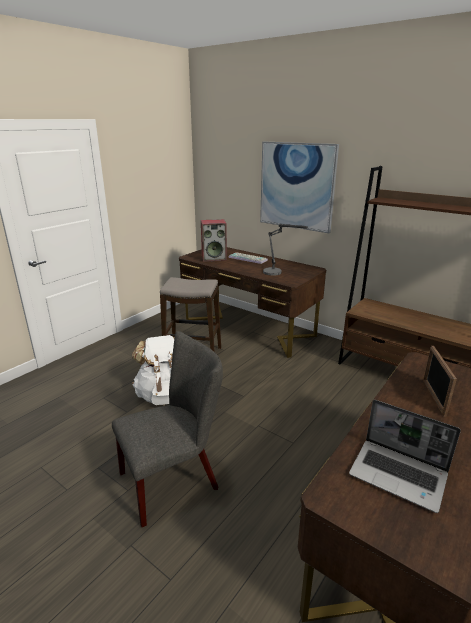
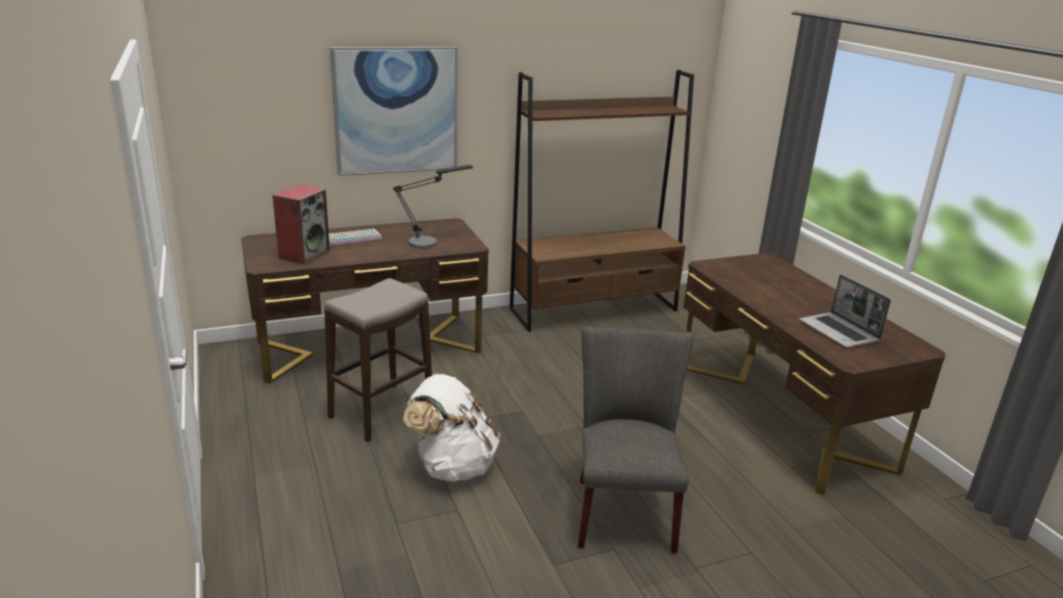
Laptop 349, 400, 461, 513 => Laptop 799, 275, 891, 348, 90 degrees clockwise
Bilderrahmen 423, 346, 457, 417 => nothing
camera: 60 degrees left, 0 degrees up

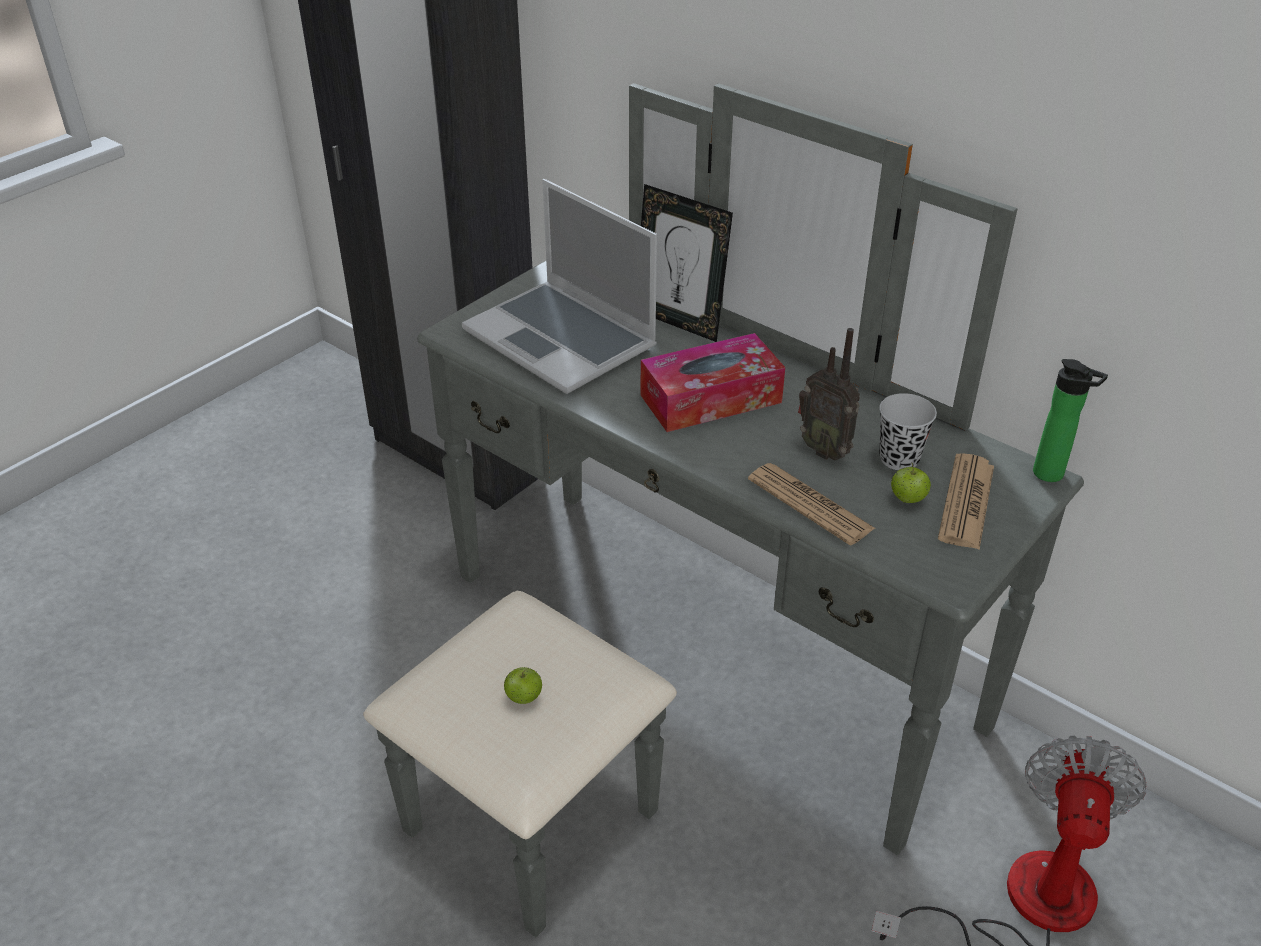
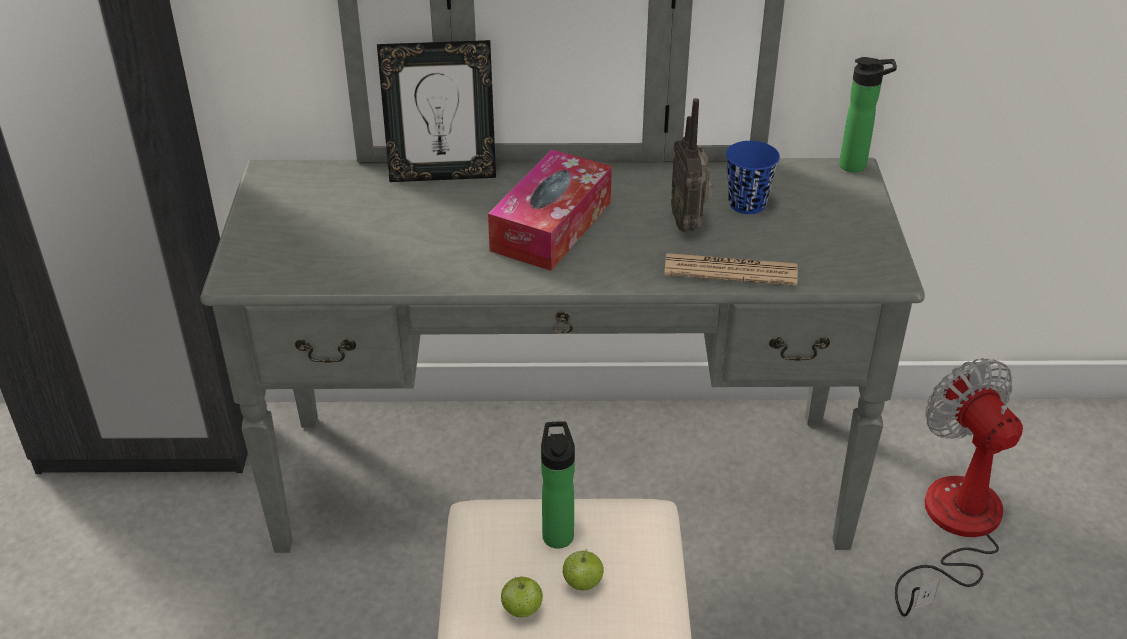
Apfel 891, 462, 931, 503 => Apfel 501, 577, 543, 617, move
nothing => Flasche 541, 421, 575, 549
Radio 798, 328, 860, 460 => Radio 671, 98, 714, 232, 75 degrees clockwise
Tasse/schwarz 879, 393, 937, 470 => Tasse/blau 726, 141, 780, 214
Laptop 462, 179, 657, 394 => nothing
Zeitung 938, 453, 994, 550 => nothing
camera: 40 degrees left, 0 degrees up

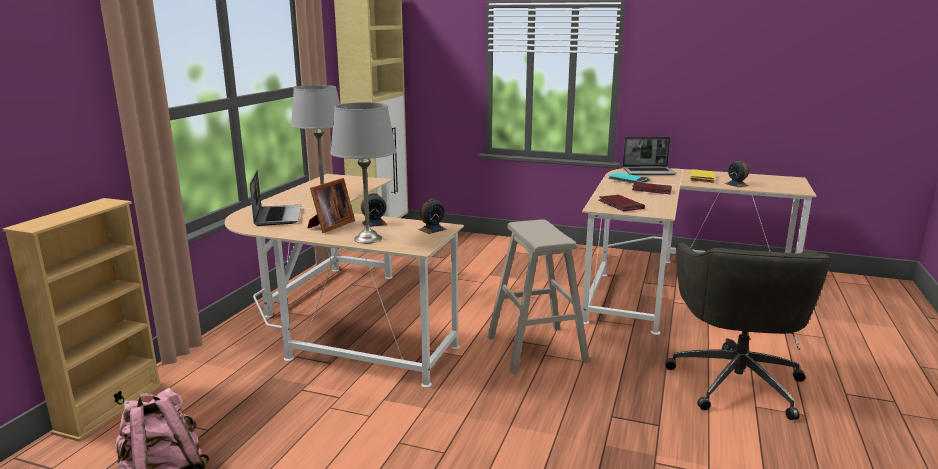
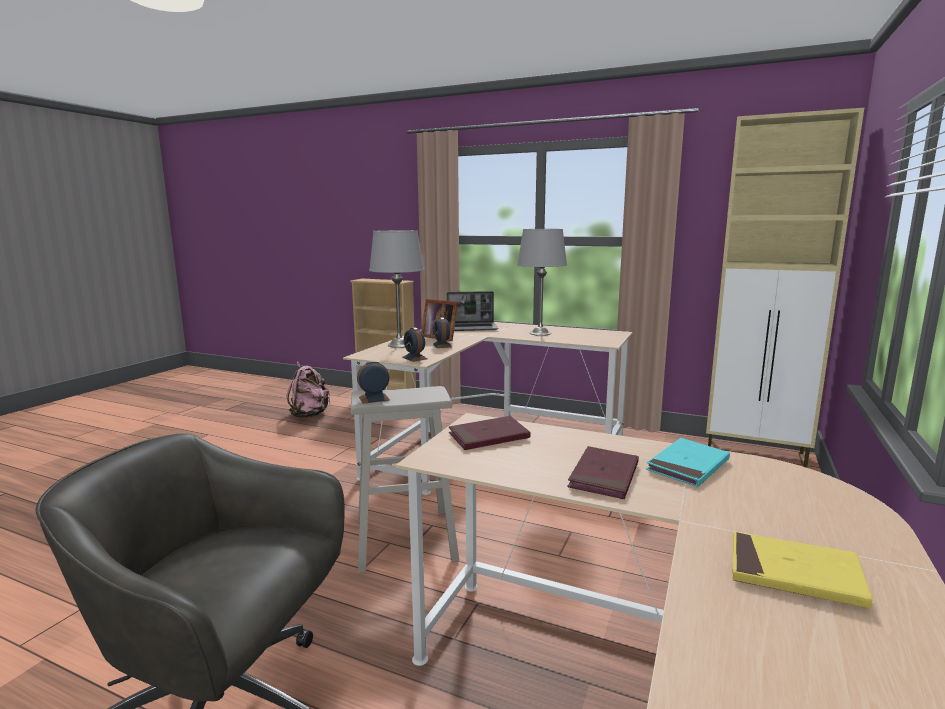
Wecker 725, 160, 749, 188 => Wecker 357, 360, 390, 404, move
Laptop 622, 137, 676, 175 => nothing
camera: 95 degrees right, 5 degrees down

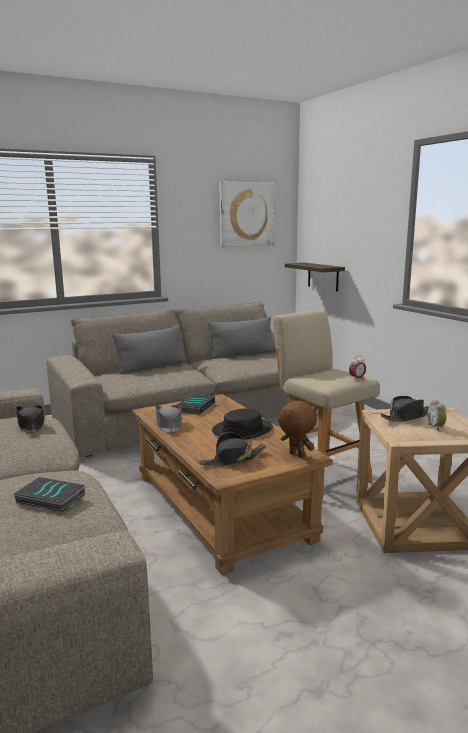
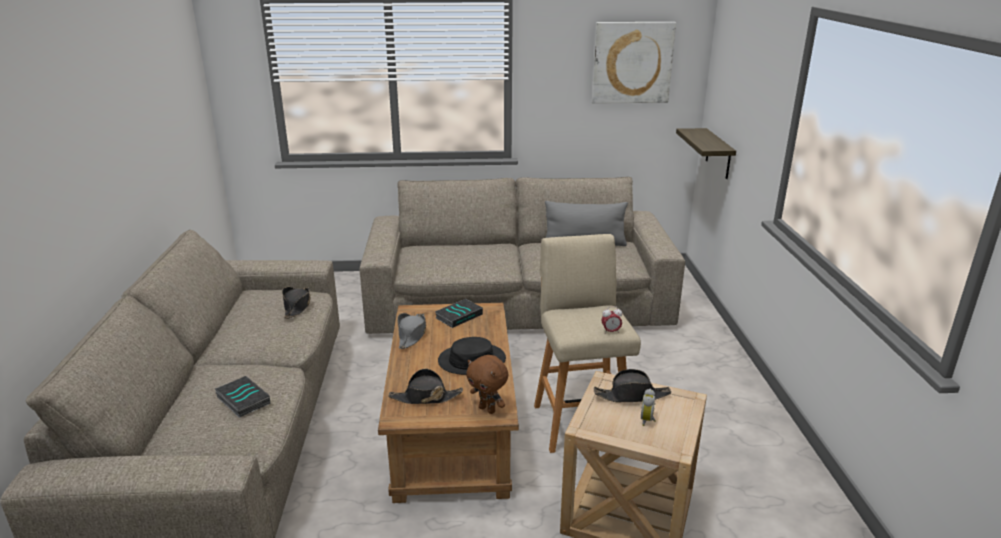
Plüschtier/braun 278, 400, 317, 458 => Plüschtier/braun 466, 355, 508, 414, 150 degrees clockwise
Kissen/grau 112, 325, 187, 374 => nothing
camera: 25 degrees right, 10 degrees up

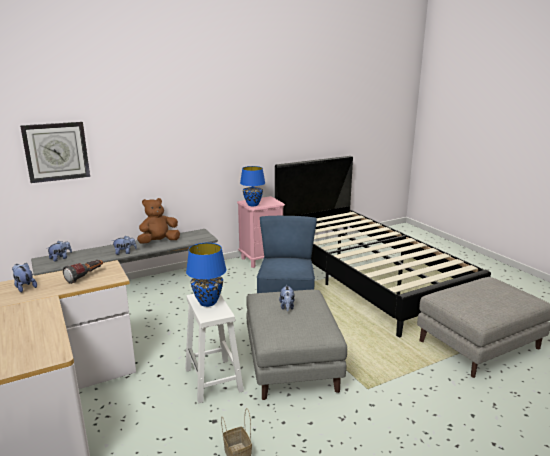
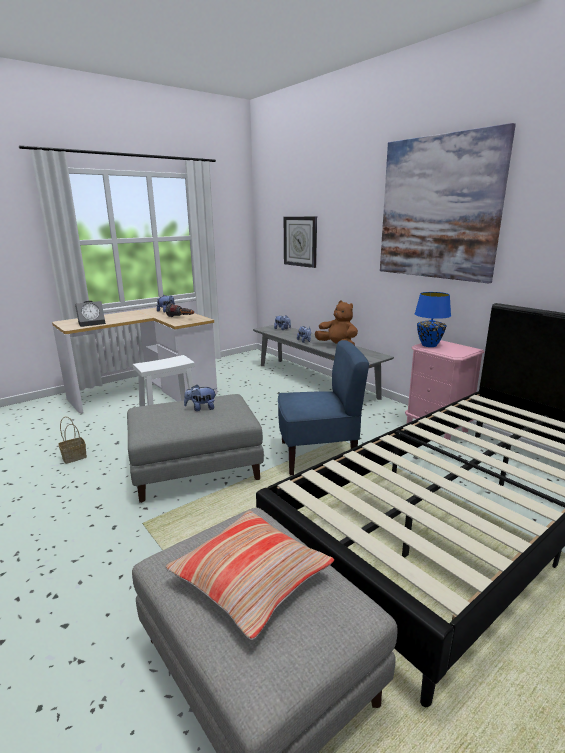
nothing => Wecker 75, 301, 106, 327
nothing => Kissen 165, 510, 334, 640
nothing => Bild 380, 123, 516, 283
Tischlampe/blau 186, 243, 227, 307 => nothing
camera: 80 degrees right, 0 degrees up

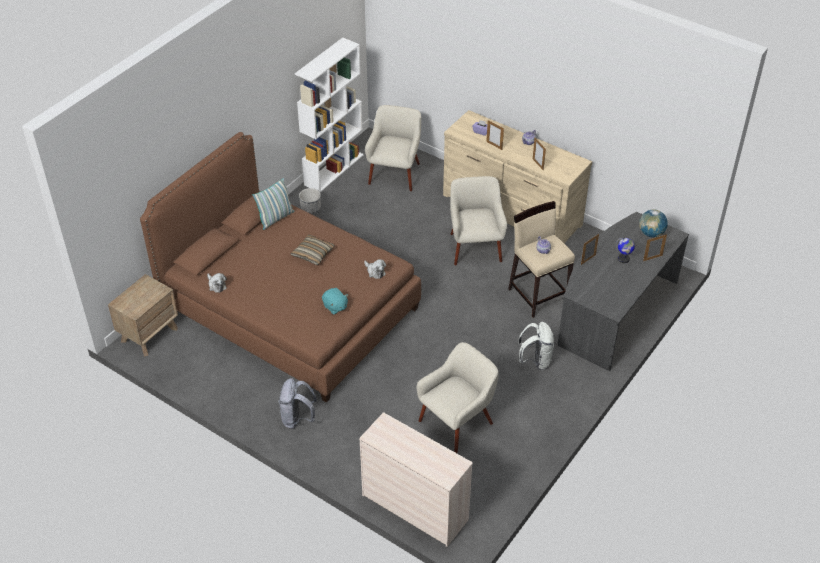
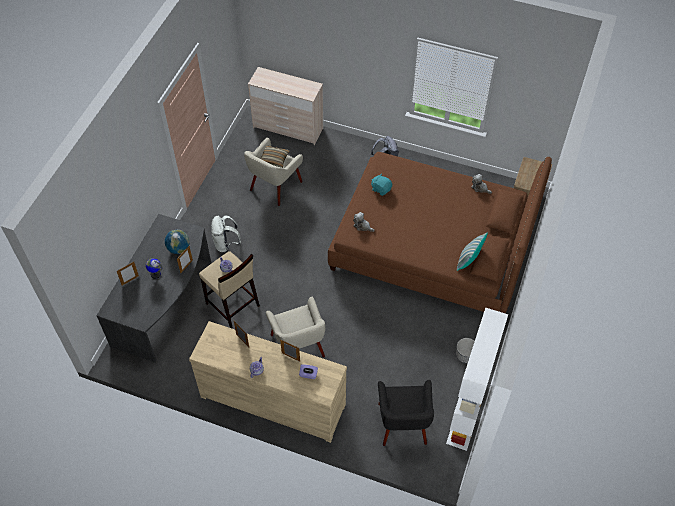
Globus 639, 209, 668, 238 => Globus 165, 230, 189, 254, move
Kissen 290, 235, 335, 265 => Kissen 260, 146, 289, 168, move
Sessel/beige 365, 105, 421, 191 => Sessel/schwarz 378, 380, 434, 446
camera: 165 degrees right, 10 degrees up

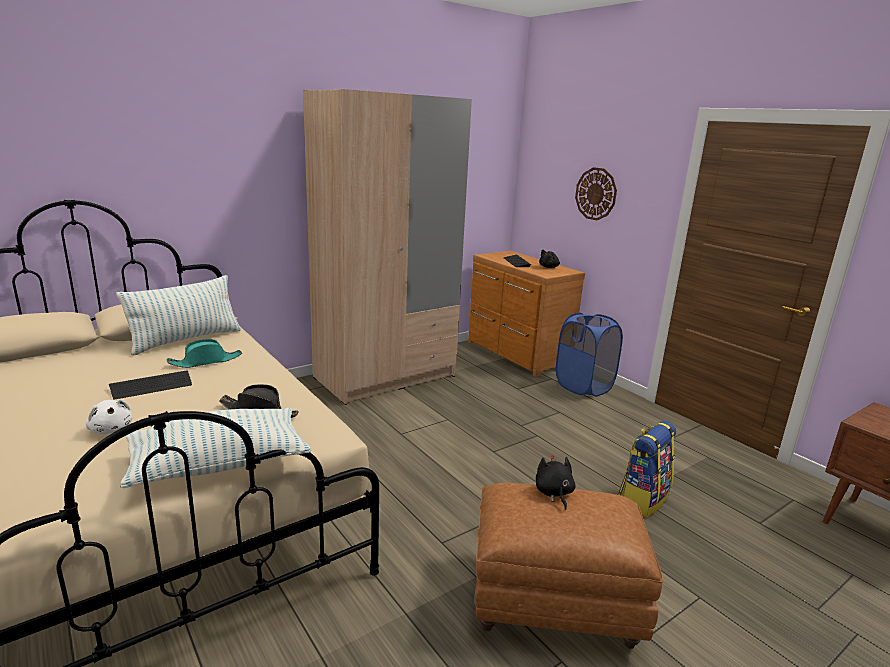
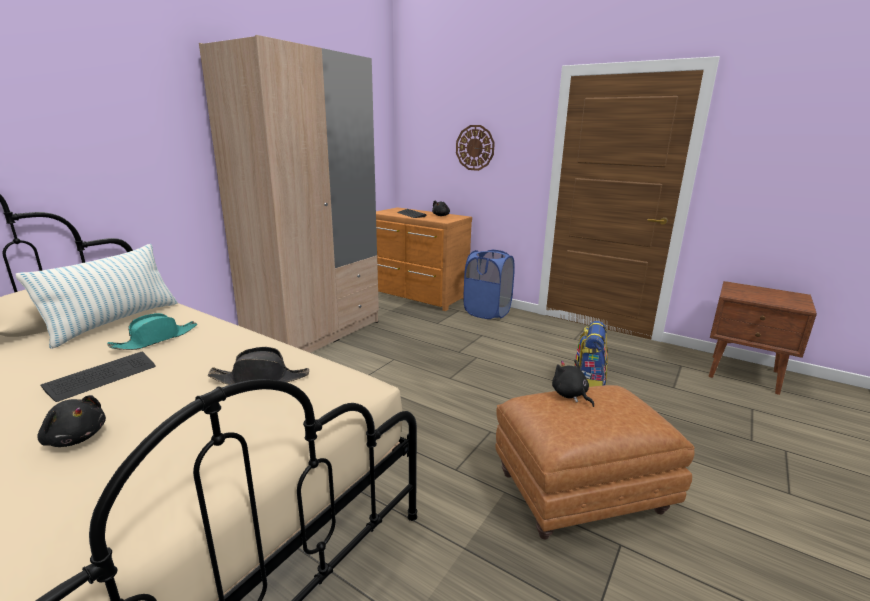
Plüschtier/weiß 86, 399, 132, 434 => Plüschtier/schwarz 37, 395, 106, 447
Kissen 120, 408, 311, 488 => nothing
camera: 20 degrees left, 0 degrees up

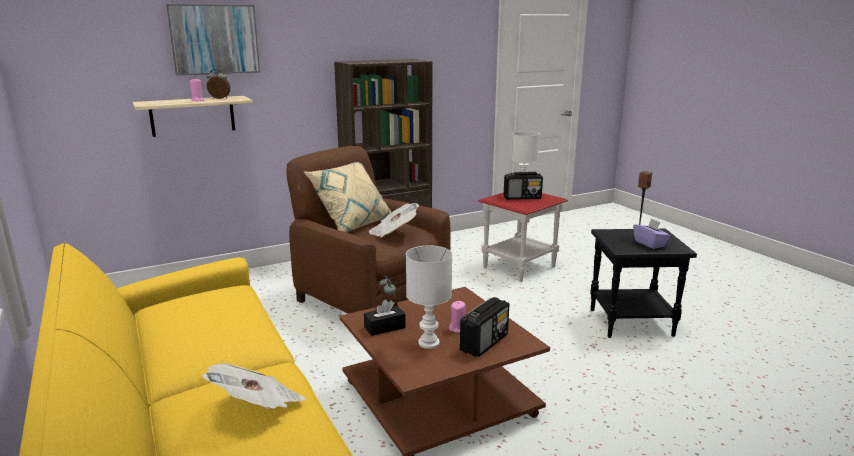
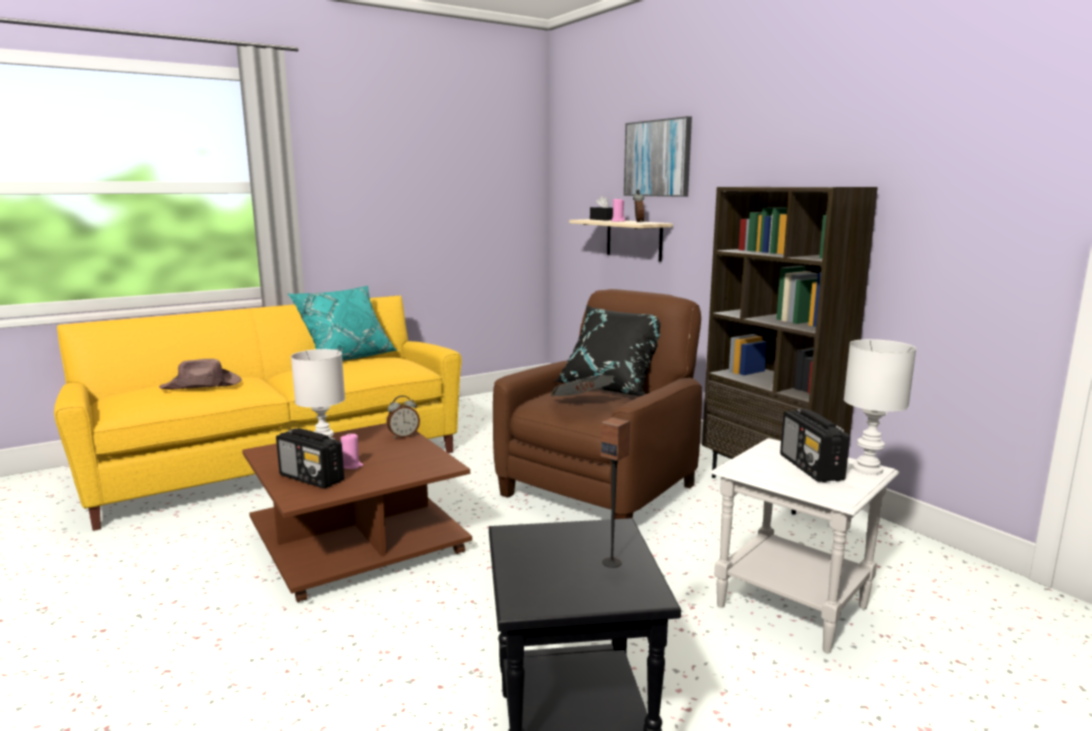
Zeitung 201, 363, 306, 409 => Hut/braun 159, 359, 242, 390
nothing => Kissen/türkis 287, 286, 397, 361
Kissen/beige 303, 162, 391, 232 => Kissen/schwarz 554, 305, 661, 396
Taschentuchbox/schwarz 364, 300, 406, 336 => Taschentuchbox/schwarz 590, 196, 613, 220, move
Beistelltisch/rot 478, 193, 568, 282 => Beistelltisch/weiß 710, 438, 899, 653
Taschentuchbox/lila 633, 218, 670, 249 => nothing
camera: 85 degrees right, 5 degrees down

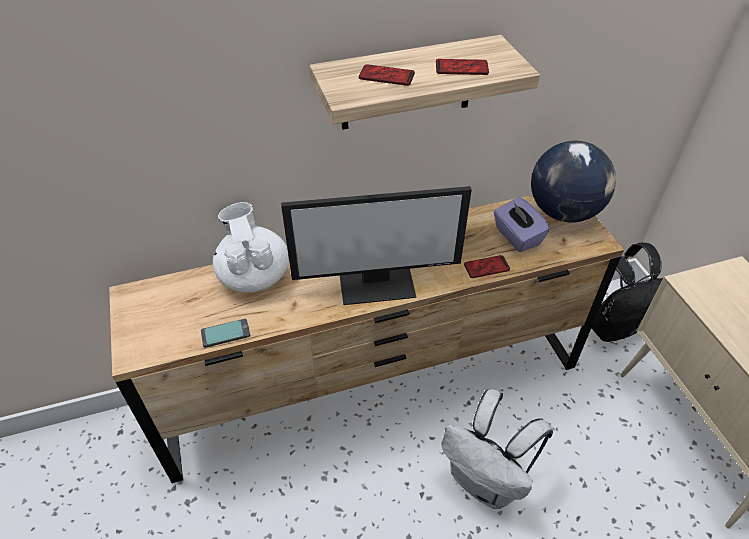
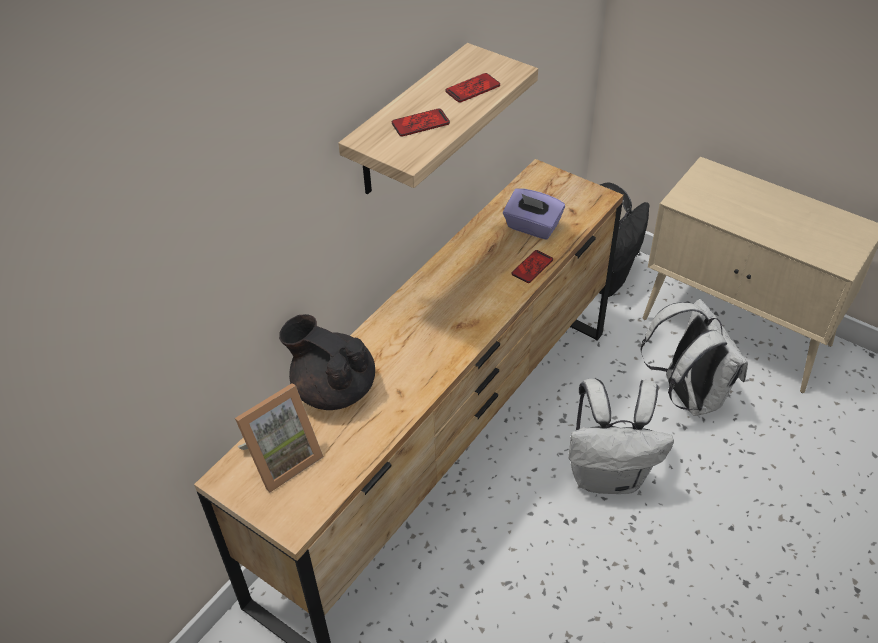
nothing => Bilderrahmen 235, 383, 324, 492
Teekanne/weiß 213, 202, 289, 292 => Teekanne/schwarz 279, 314, 375, 410
nothing => Rucksack/weiß 640, 299, 748, 416
Handy 201, 319, 250, 348 => nothing
Monitor 281, 186, 472, 305 => nothing
Globus 531, 141, 616, 222 => nothing
camera: 35 degrees left, 0 degrees up

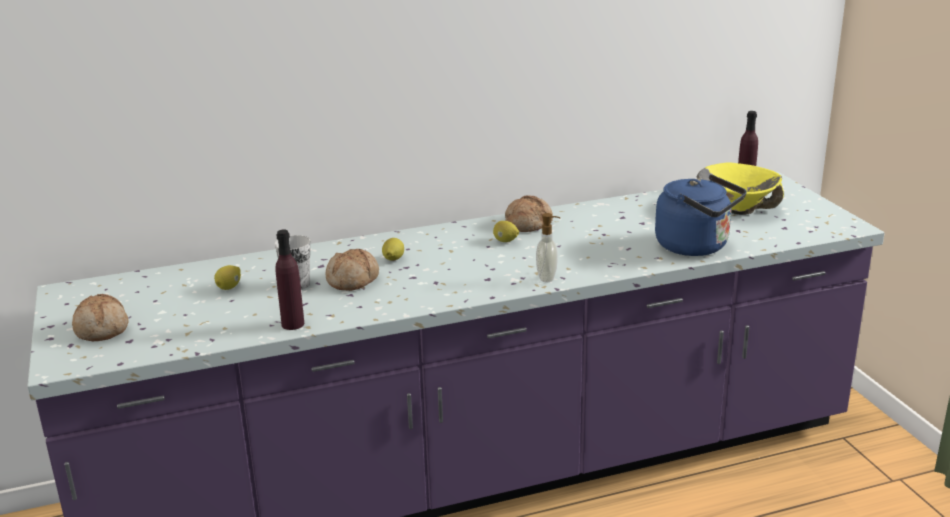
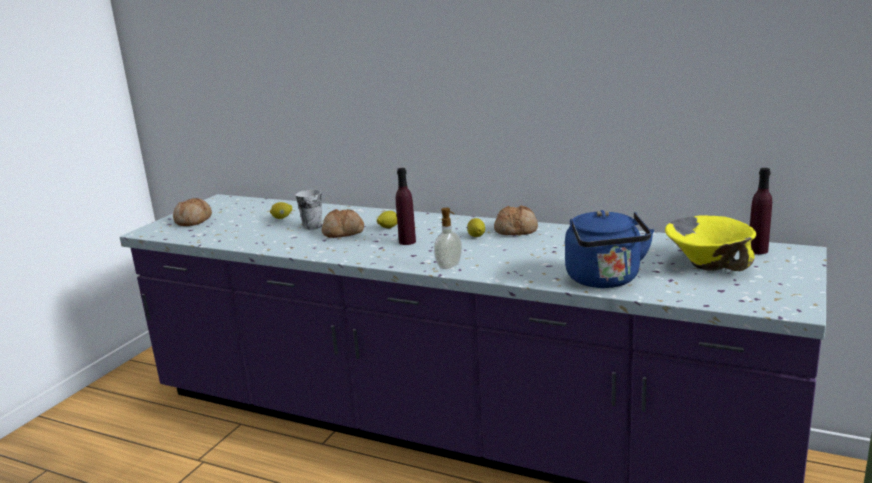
Flasche/lila 276, 230, 304, 330 => Flasche/lila 396, 168, 416, 245, move
camera: 45 degrees right, 5 degrees down

